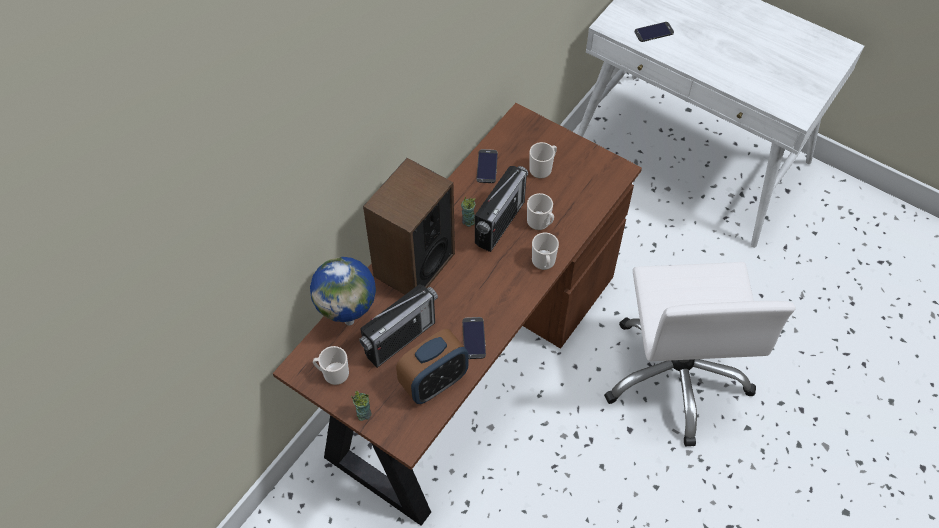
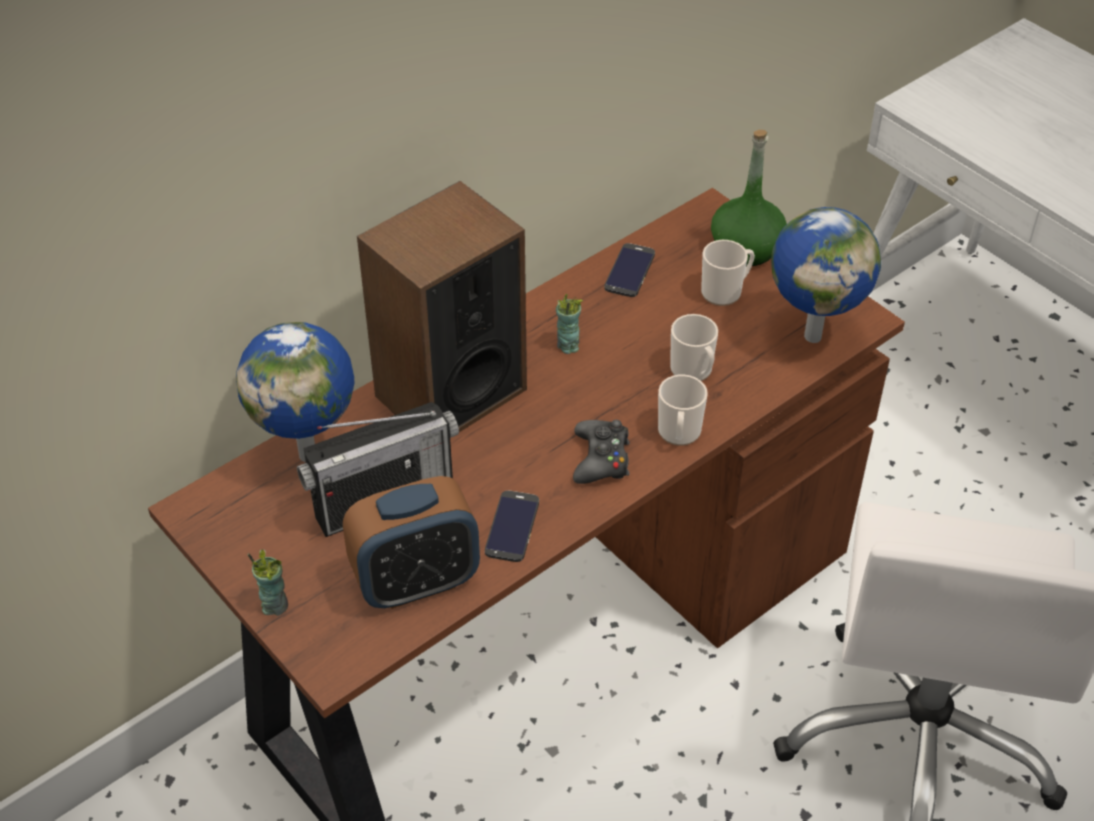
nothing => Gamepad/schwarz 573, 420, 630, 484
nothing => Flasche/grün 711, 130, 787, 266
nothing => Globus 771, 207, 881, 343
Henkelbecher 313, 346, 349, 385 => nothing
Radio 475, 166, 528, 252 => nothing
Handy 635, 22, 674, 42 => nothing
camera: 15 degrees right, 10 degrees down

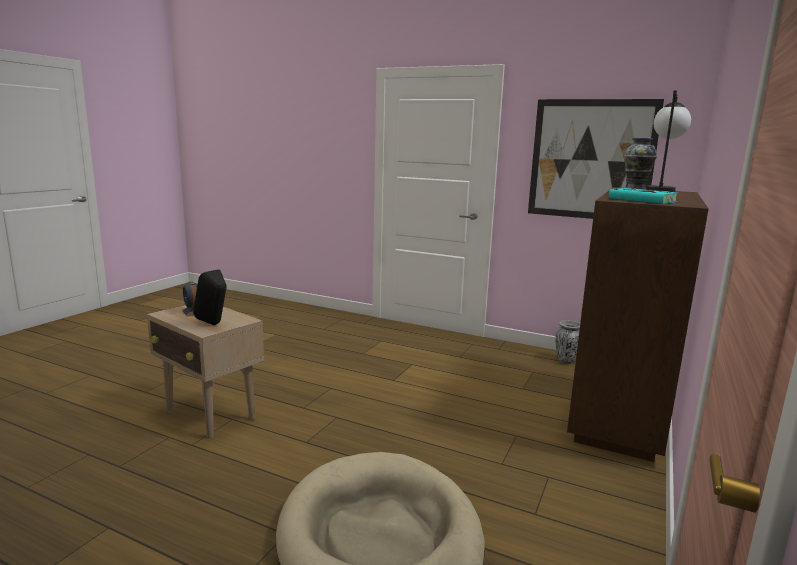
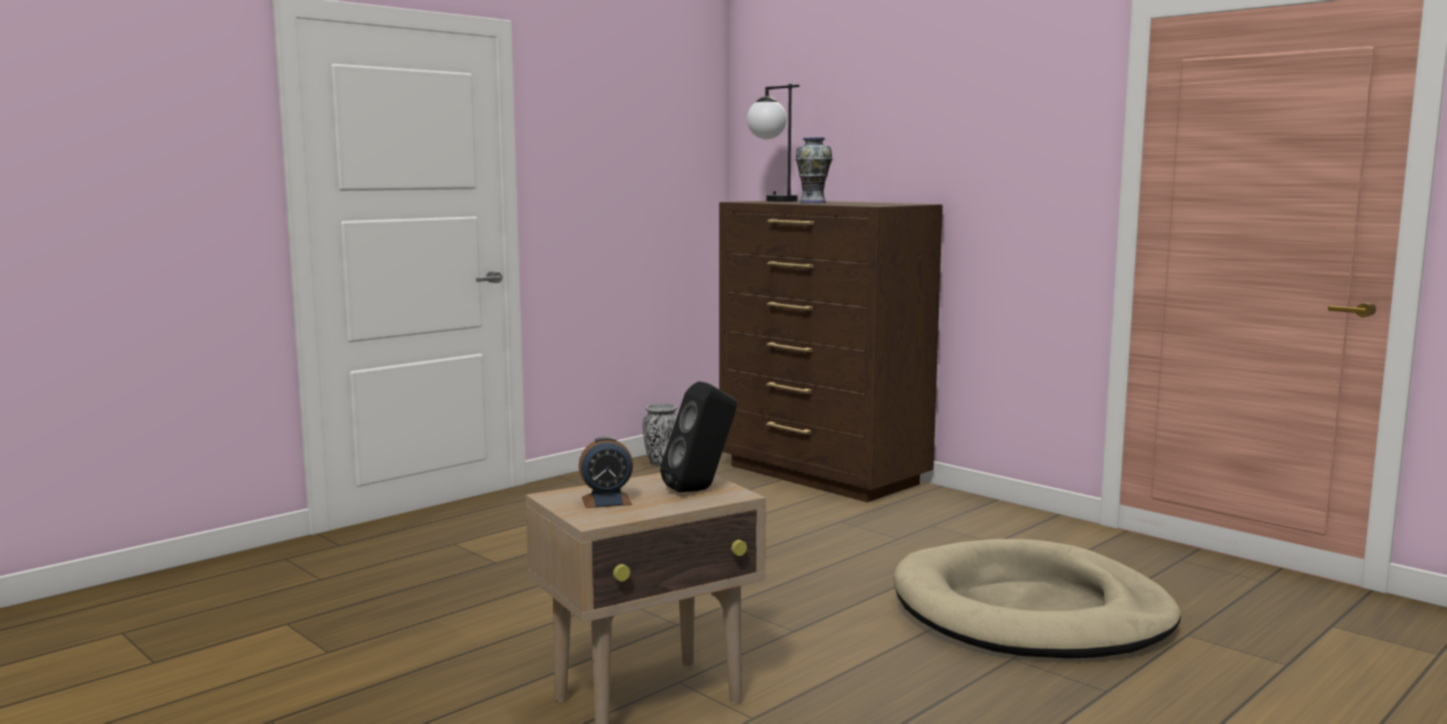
Bild 528, 99, 664, 219 => nothing
Buch/türkis 609, 188, 680, 205 => nothing
camera: 70 degrees left, 5 degrees down

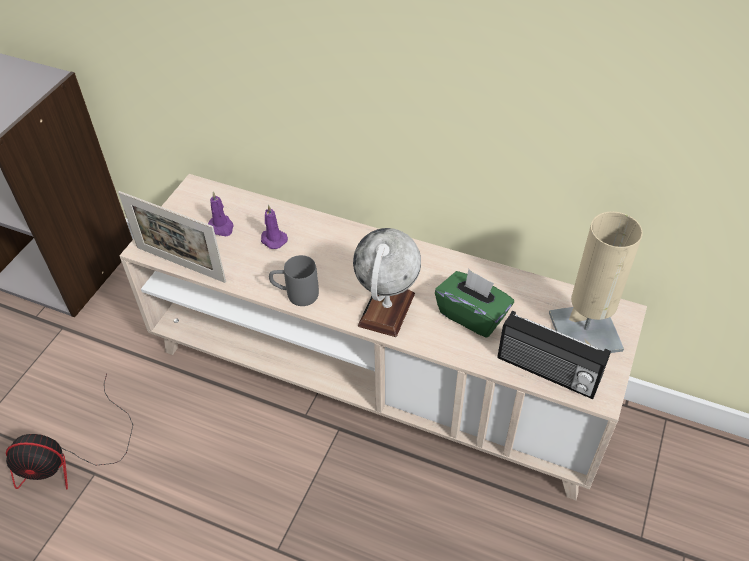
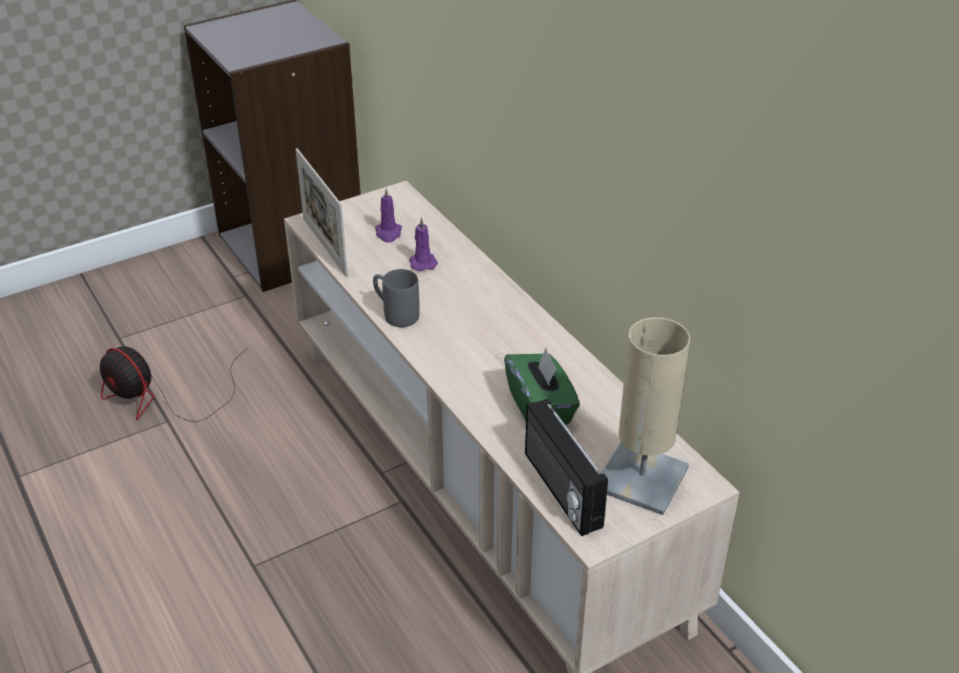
Globus 353, 228, 421, 337 => nothing
camera: 35 degrees right, 10 degrees down

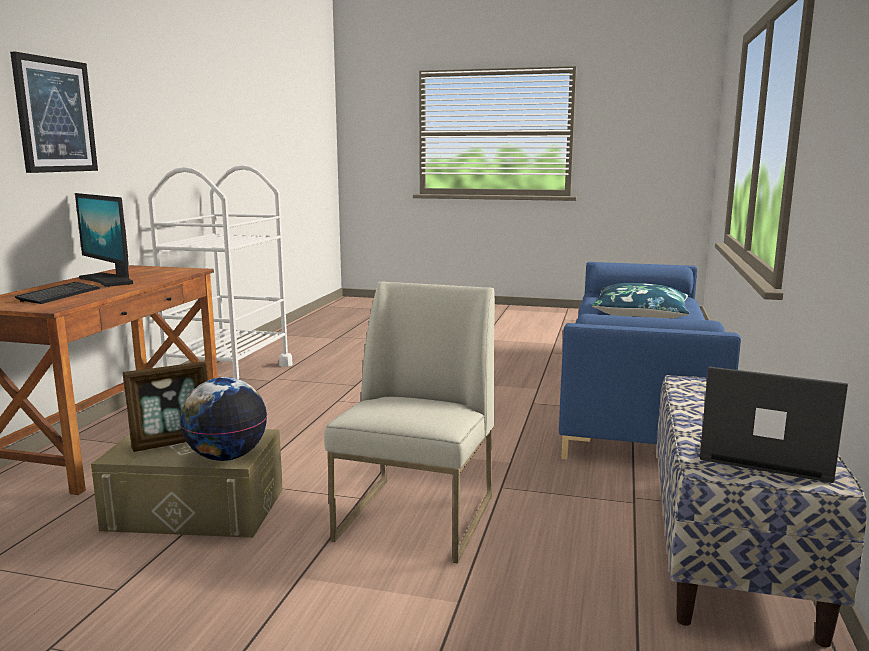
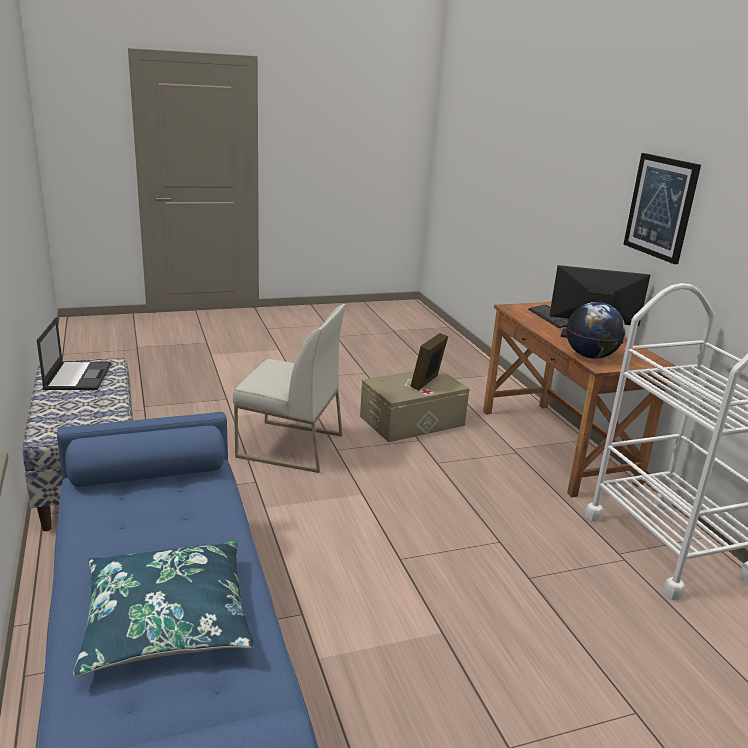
Laptop 700, 366, 848, 483 => Laptop 37, 317, 111, 390, 90 degrees counterclockwise
Stuhl/weiß 324, 282, 495, 564 => Stuhl/weiß 233, 304, 346, 473, 60 degrees counterclockwise
Globus 180, 377, 267, 461 => Globus 566, 302, 625, 359, move
camera: 145 degrees right, 10 degrees up

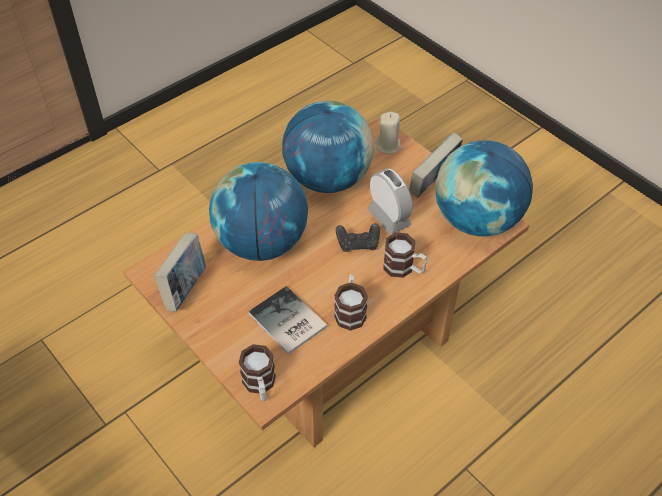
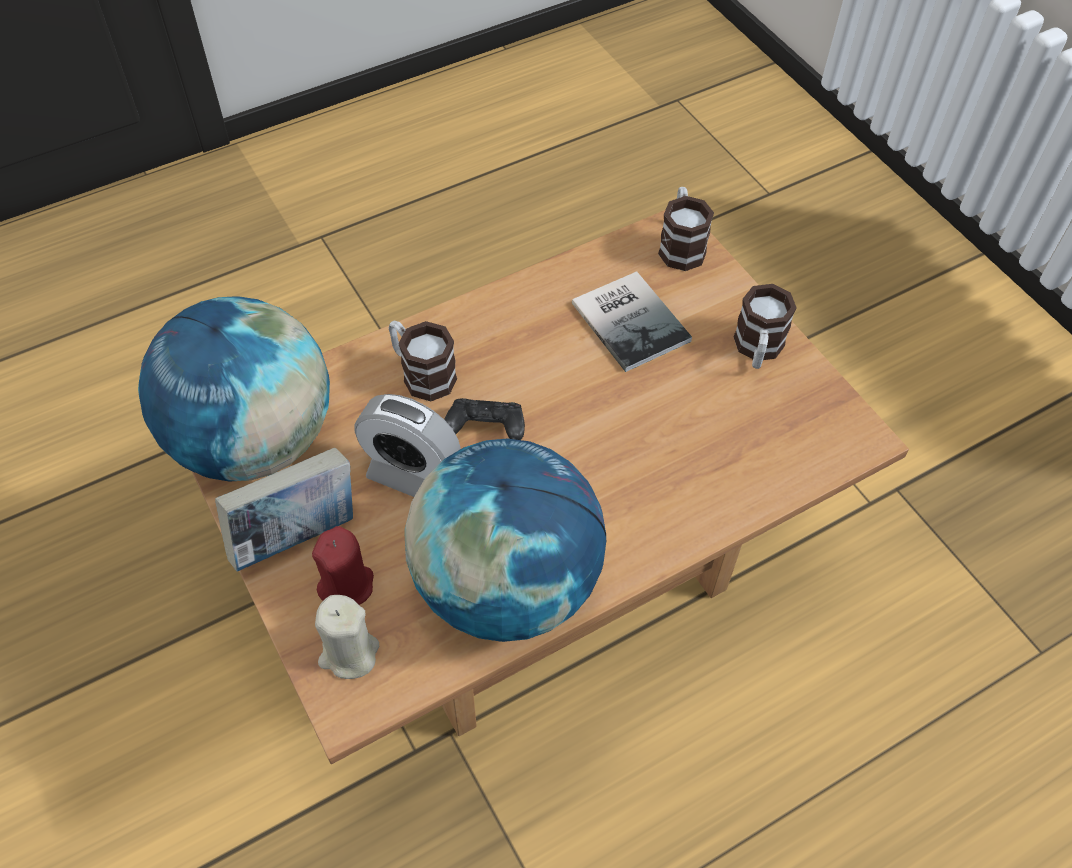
nothing => Kerze/rot 312, 526, 374, 605
Wecker 368, 168, 413, 234 => Wecker 354, 394, 461, 497, 45 degrees counterclockwise
Henkelbecher 334, 274, 368, 331 => Henkelbecher 733, 284, 797, 369, move
Buch 154, 233, 206, 312 => nothing
Globus 209, 162, 308, 261 => nothing
camera: 170 degrees left, 5 degrees up

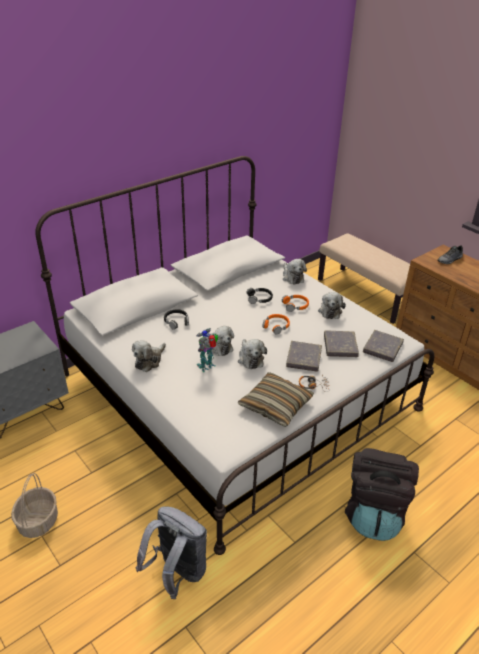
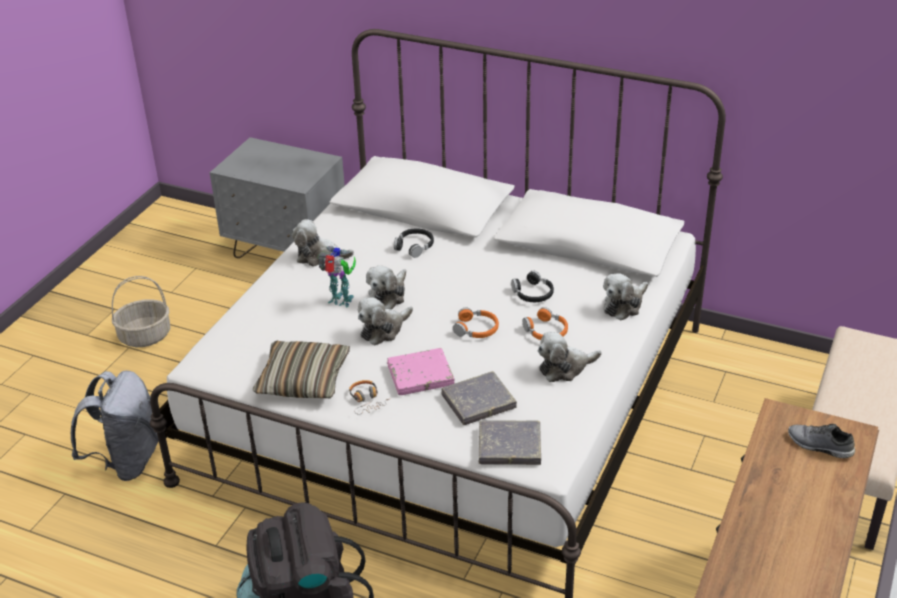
Buch/grau 286, 341, 322, 372 => Buch/rosa 387, 348, 455, 395
camera: 65 degrees right, 0 degrees up

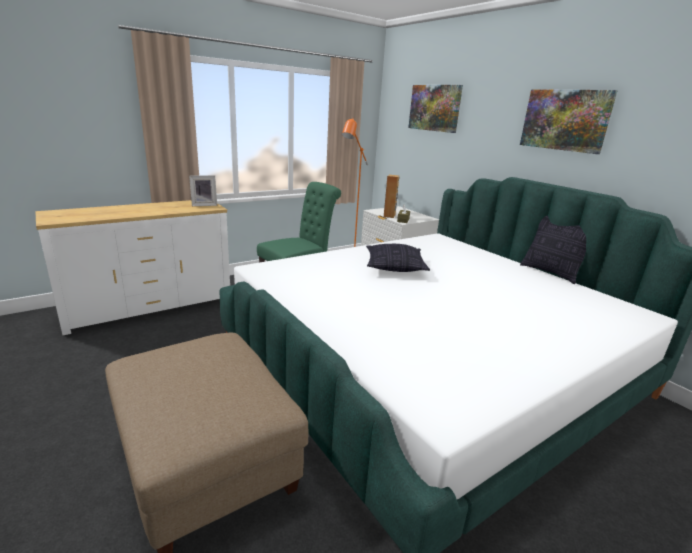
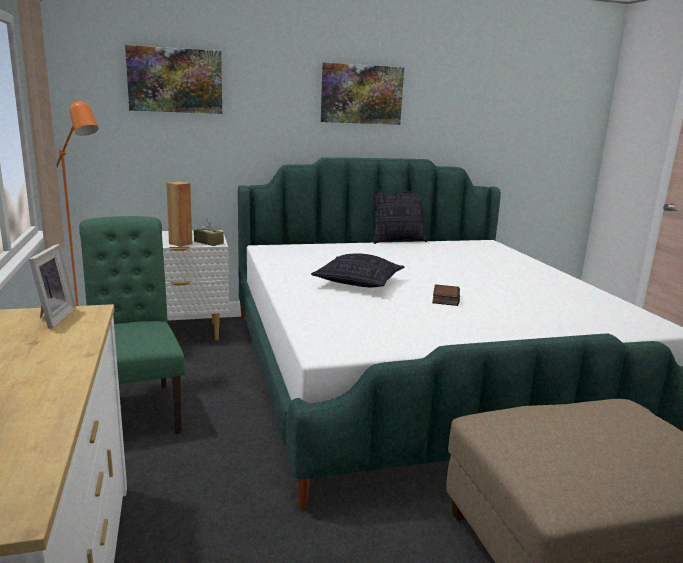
nothing => Buch 432, 284, 460, 306
camera: 70 degrees left, 5 degrees down

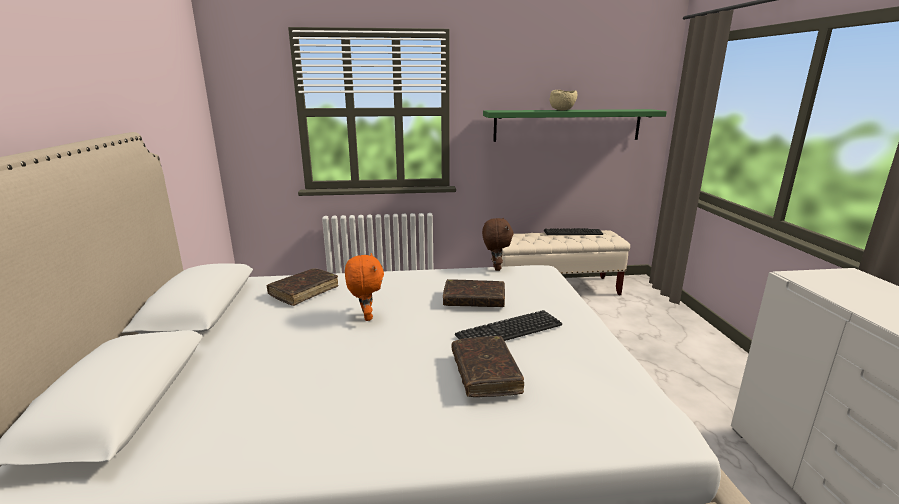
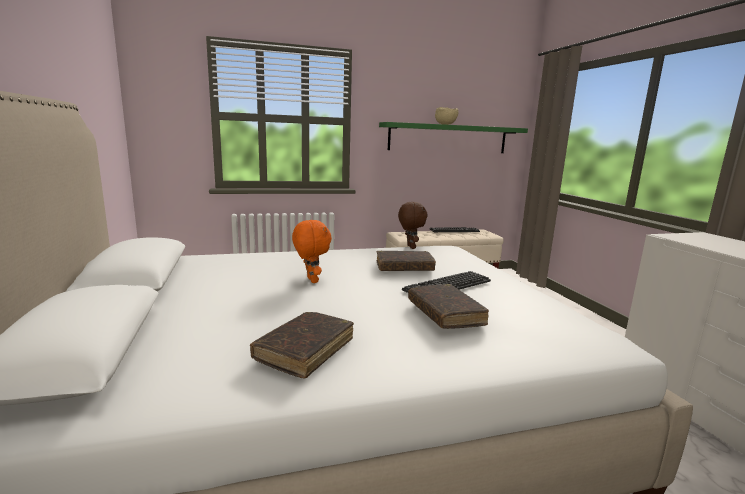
Buch/braun 266, 269, 338, 306 => Buch/braun 250, 312, 354, 378, move
camera: 10 degrees left, 5 degrees down

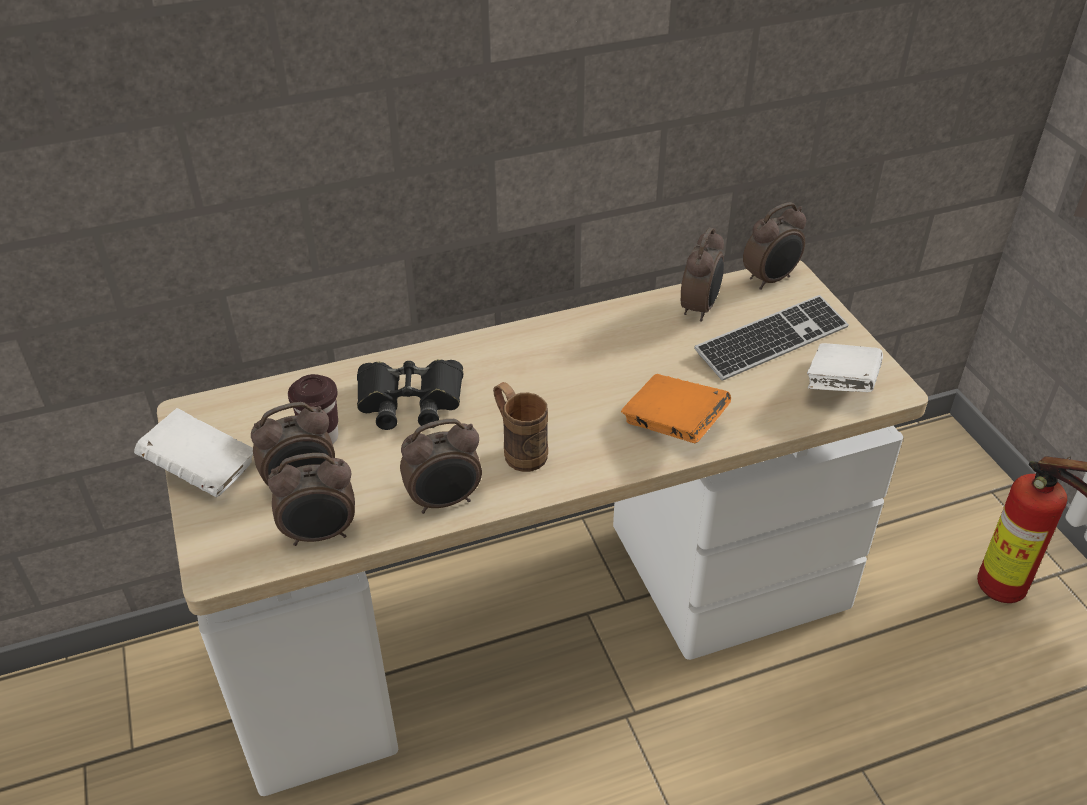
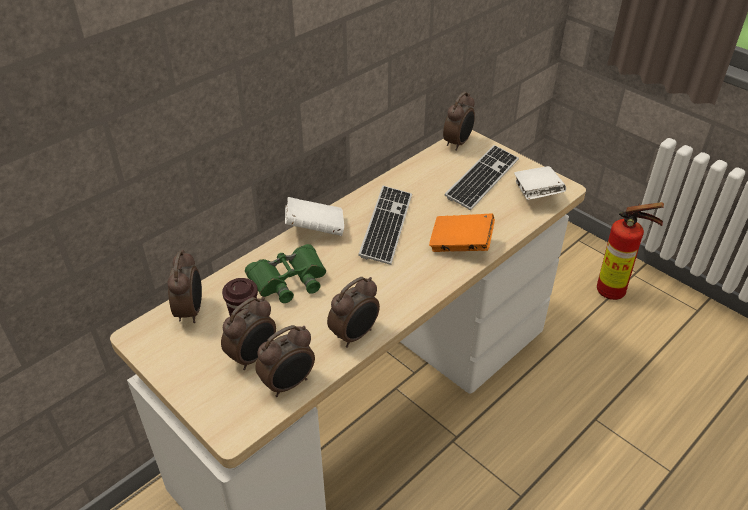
Wecker 681, 227, 724, 321 => Wecker 167, 250, 202, 323, move
Fernglas/schwarz 357, 359, 463, 430 => Fernglas/grün 245, 244, 326, 303
Buch/weiß 134, 408, 253, 498 => Buch/weiß 285, 197, 344, 236, move
nothing => Tastatur 358, 186, 412, 265
Henkelbecher/braun 493, 382, 548, 472 => nothing
camera: 25 degrees left, 0 degrees up

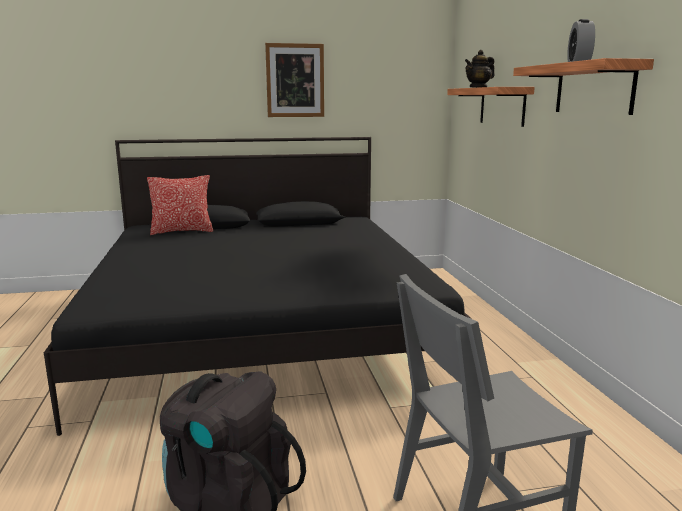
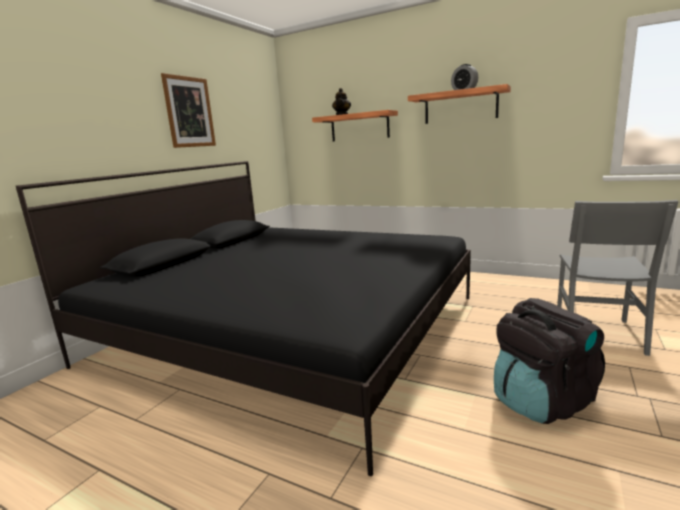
Kissen 147, 175, 213, 235 => nothing
camera: 50 degrees left, 0 degrees up

